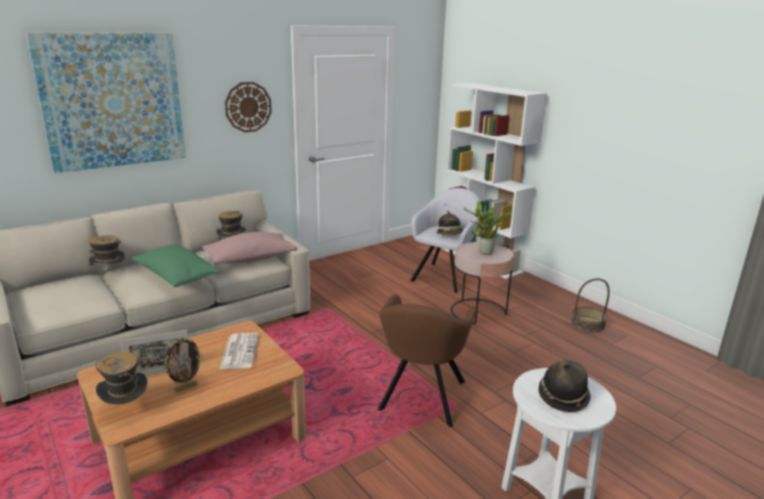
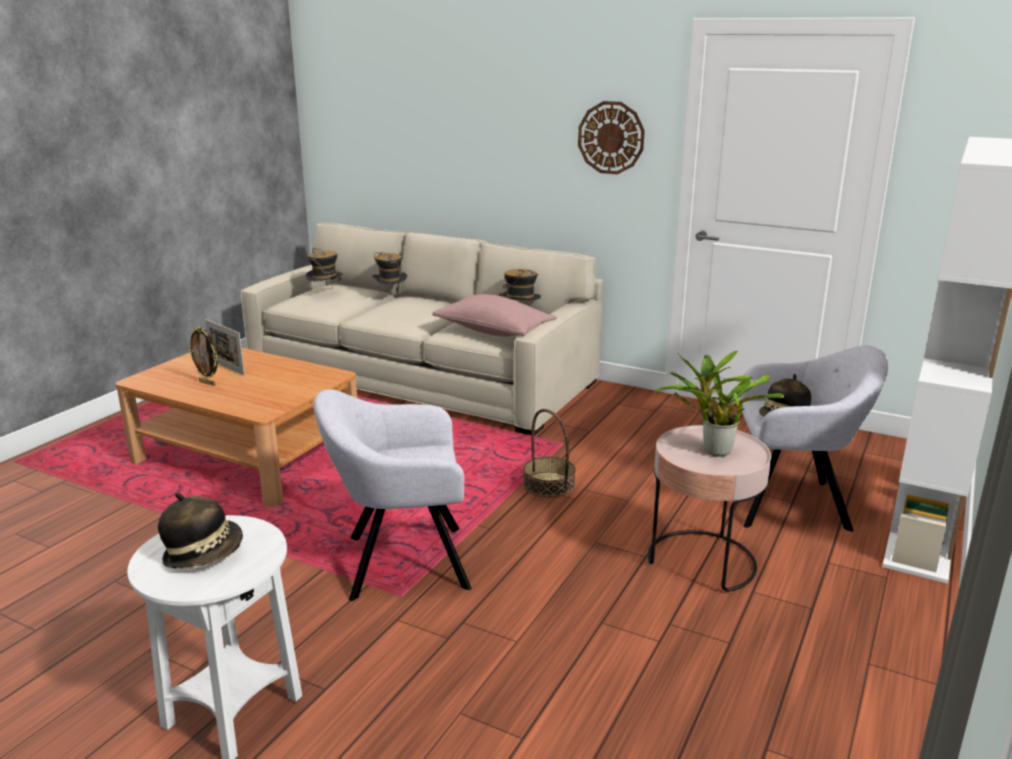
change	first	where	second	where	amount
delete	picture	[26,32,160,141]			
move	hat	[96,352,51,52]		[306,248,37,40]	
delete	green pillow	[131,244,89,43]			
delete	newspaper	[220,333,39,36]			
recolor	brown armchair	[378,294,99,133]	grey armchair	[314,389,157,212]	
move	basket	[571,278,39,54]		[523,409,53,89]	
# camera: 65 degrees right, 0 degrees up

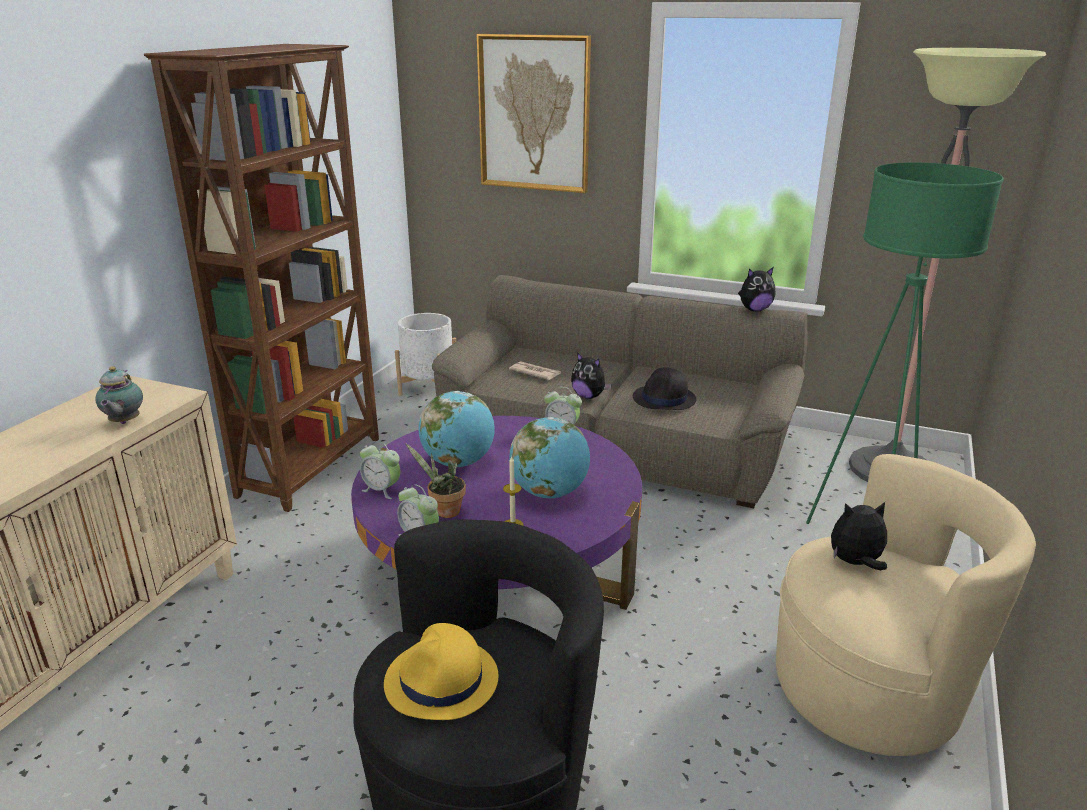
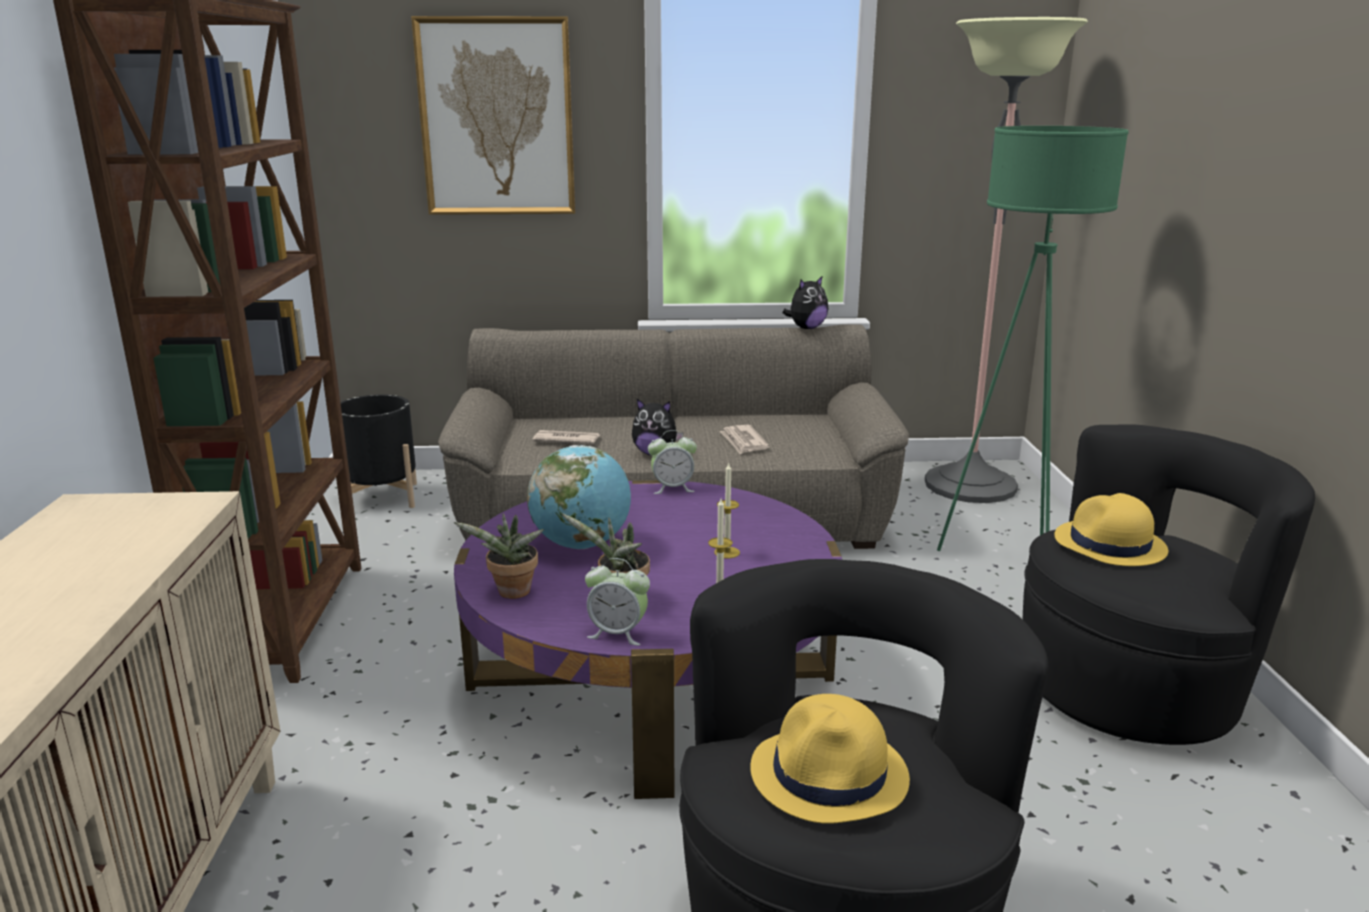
change	first	where	second	where	amount
delete	teapot	[95,366,48,58]			
replace	alarm clock	[360,441,40,58]	potted plant	[454,513,90,86]	
recolor	white planter	[395,313,61,83]	black planter	[340,394,77,114]	
replace	globe	[509,417,81,81]	candle	[714,463,26,96]	
replace	black hat	[633,367,63,43]	newspaper	[719,425,51,29]	
recolor	beige armchair	[776,454,260,302]	black armchair	[1023,424,292,321]	
replace	plush toy	[831,502,56,68]	yellow hat	[1054,493,114,73]	
# camera: 25 degrees left, 5 degrees down

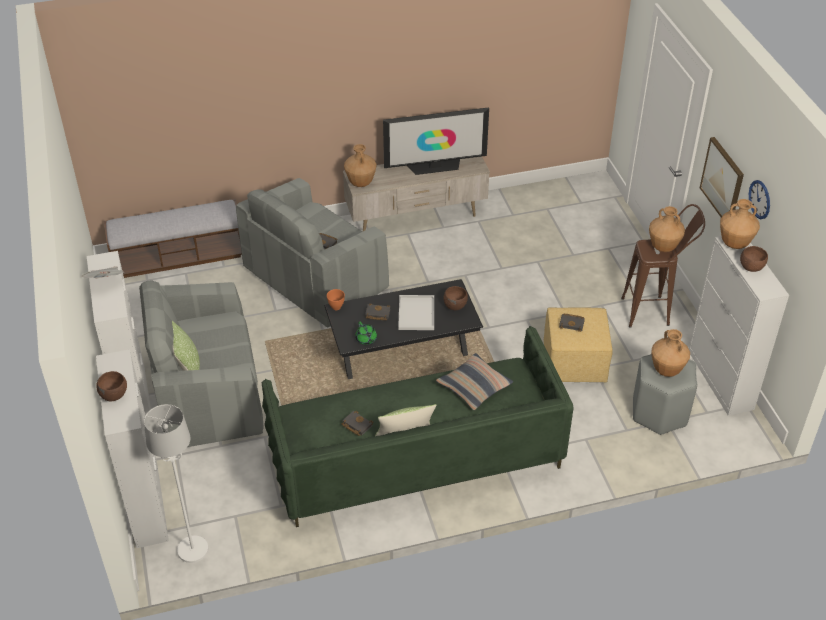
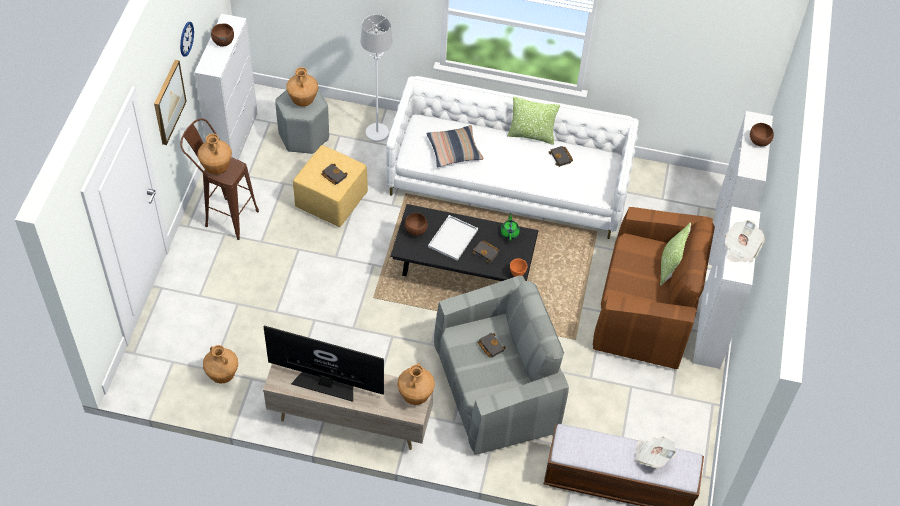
change	first	where	second	where	amount
recolor	grey armchair	[139,280,124,167]	brown armchair	[593,207,122,162]	
move	white floor lamp	[144,404,64,159]		[360,14,33,128]	
recolor	green sofa	[262,326,312,201]	white sofa	[386,76,253,163]	
move	brown vase	[720,199,40,50]		[203,345,35,39]	
insert			newspaper	[635,437,41,31]	
# camera: 155 degrees left, 10 degrees up

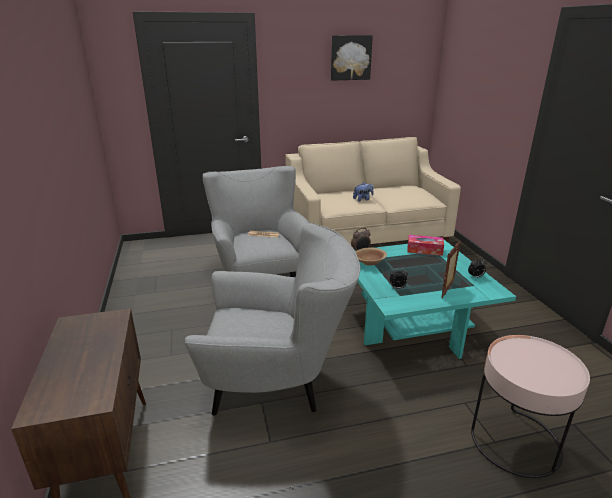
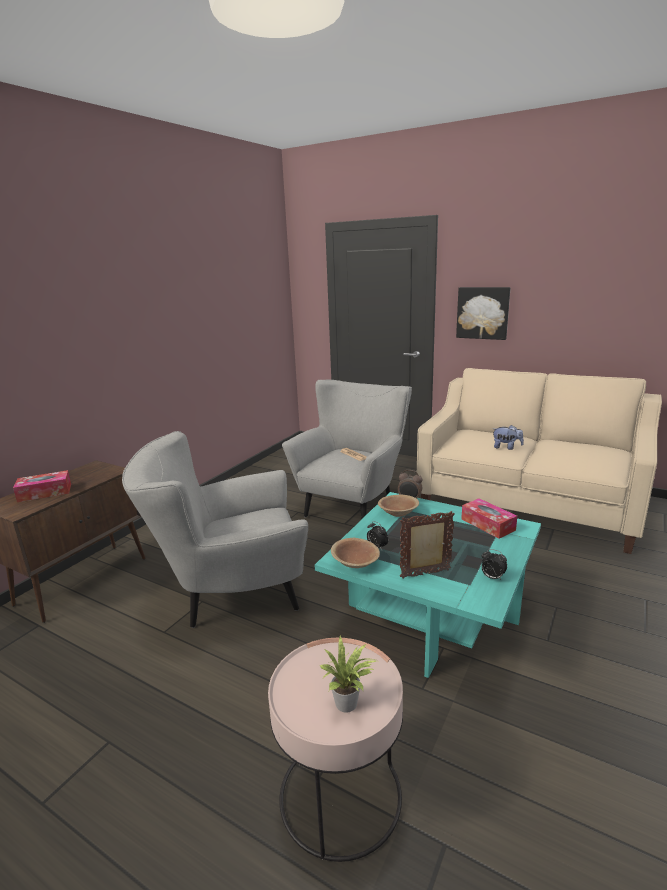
change	first	where	second	where	amount
rotate	grey armchair	[184,223,176,193]		[122,431,186,197]	120 degrees clockwise
move	picture	[331,35,42,46]		[456,287,55,53]	
insert			tissue box	[13,470,58,32]	
insert			potted plant	[320,636,56,77]	
insert			brown bowl	[331,538,49,30]	
# camera: 45 degrees right, 5 degrees down

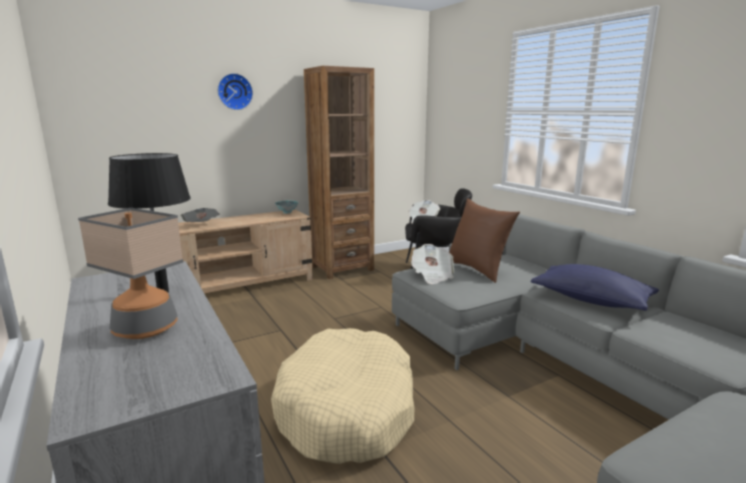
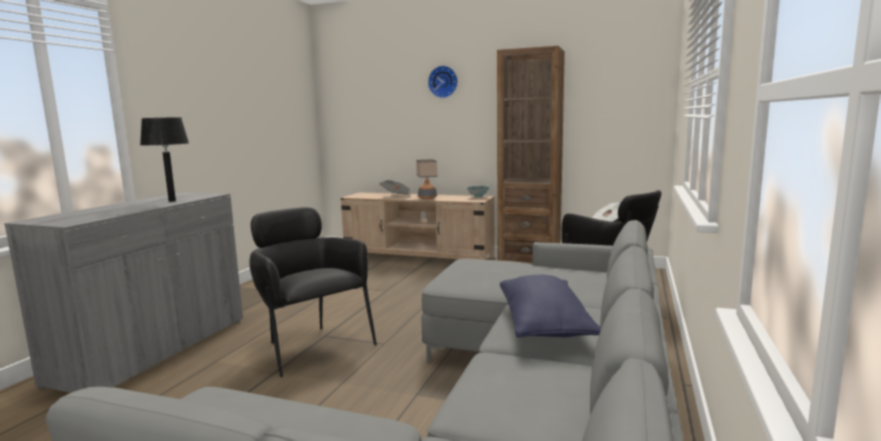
change	first	where	second	where	amount
move	table lamp	[78,208,105,131]		[416,159,21,40]	
replace	beige dog bed	[271,328,143,136]	black armchair	[249,207,128,170]	
delete	newspaper	[411,244,43,40]			
delete	brown pillow	[449,198,71,85]			
# camera: 50 degrees right, 5 degrees down

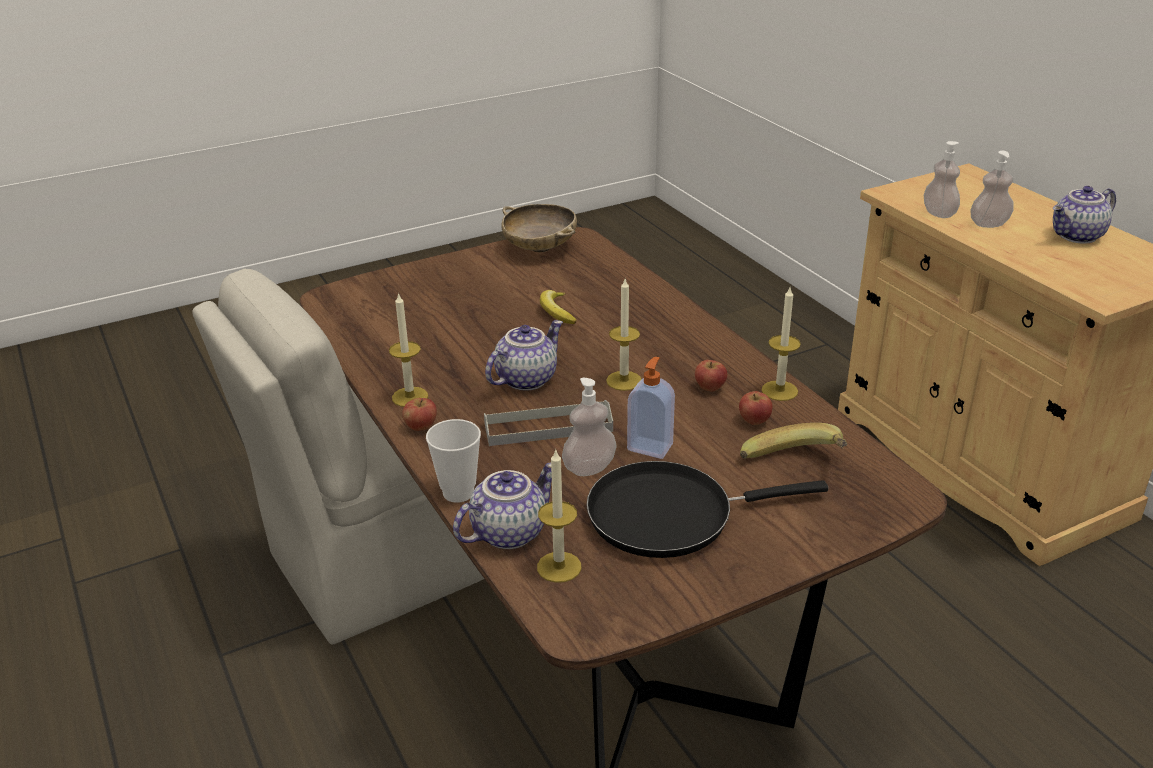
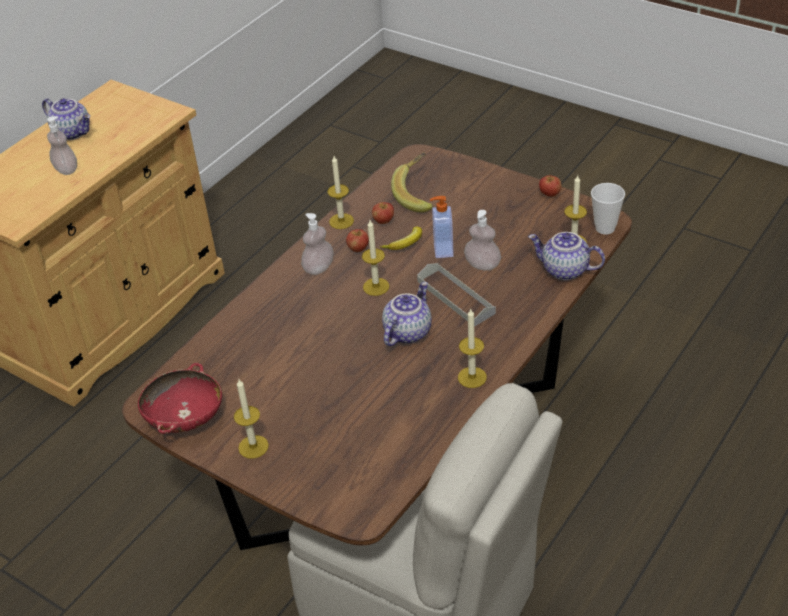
change	first	where	second	where	amount
move	apple	[402,398,35,33]		[539,174,23,23]	
move	cup	[426,419,55,84]		[591,183,34,52]	
rotate	teapot	[485,320,78,70]		[382,282,50,64]	105 degrees clockwise
recolor	beige bowl	[501,204,76,48]	red bowl	[138,363,84,71]	
move	banana	[540,290,37,34]		[380,227,42,23]	
delete	black frying pan	[586,461,242,97]			
move	soap dispenser	[924,141,36,77]		[301,213,33,62]	
insert			candle	[234,379,35,80]	
# camera: 115 degrees left, 10 degrees up

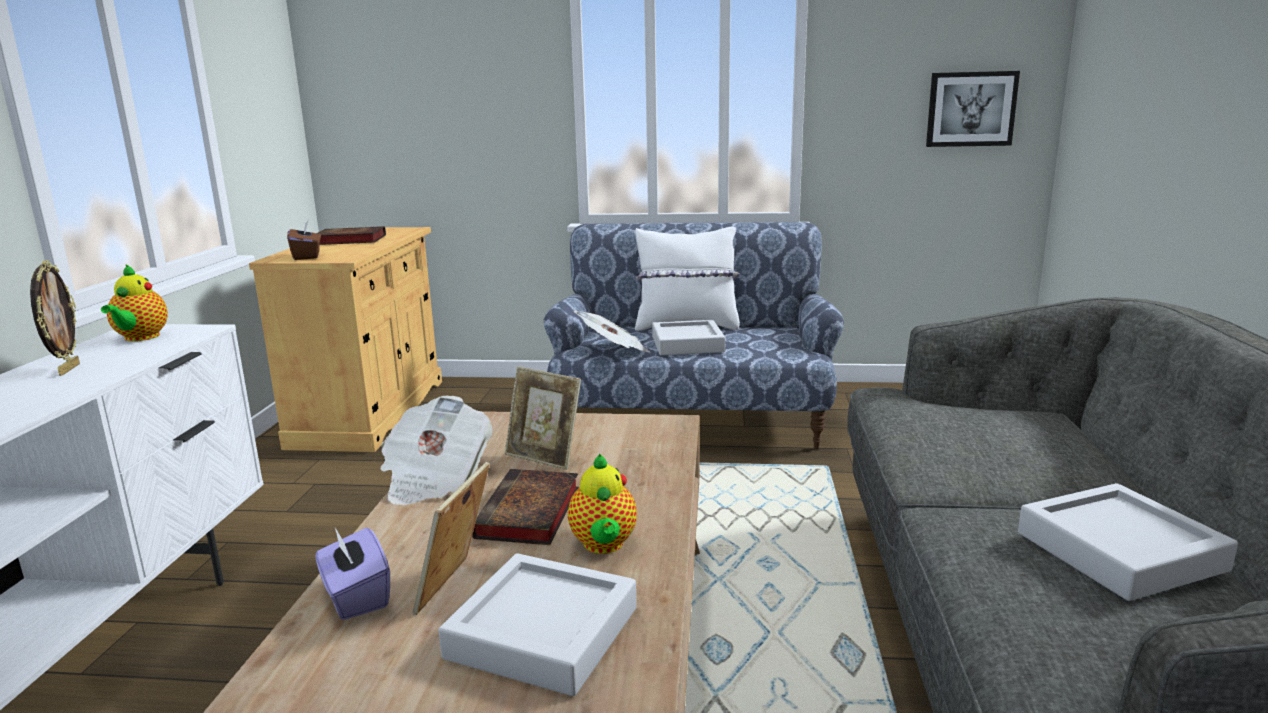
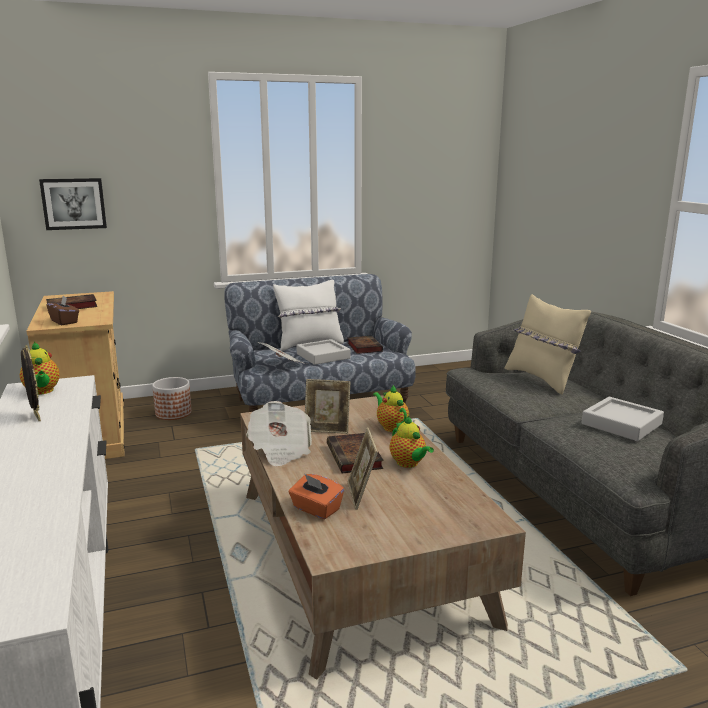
change	first	where	second	where	amount
recolor	purple tissue box	[316,528,74,92]	orange tissue box	[289,474,55,45]	
delete	grey tray	[438,553,199,143]			
move	picture	[926,71,94,76]		[39,178,68,52]	
insert			planter	[152,377,40,43]	
insert			book	[348,336,35,18]	
insert			teapot	[373,385,36,47]	
insert			beige pillow	[505,294,86,100]	
# camera: 25 degrees left, 0 degrees up

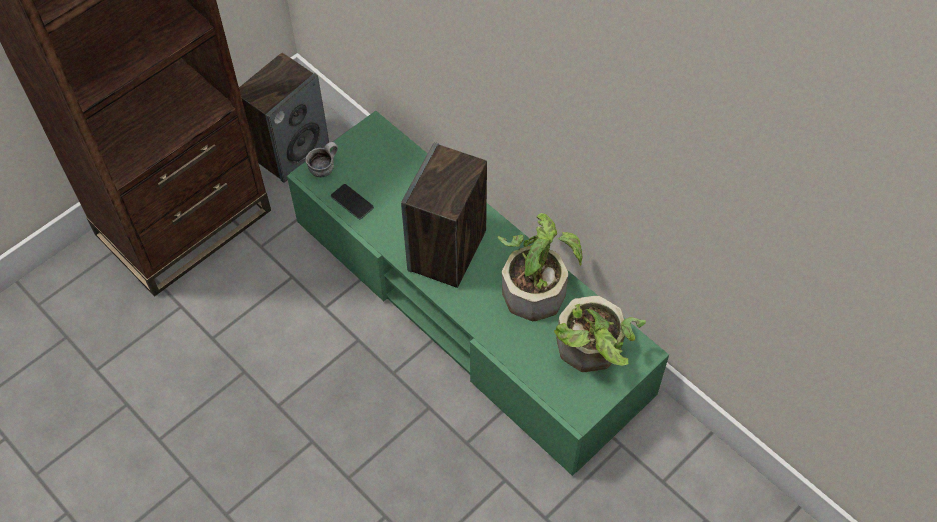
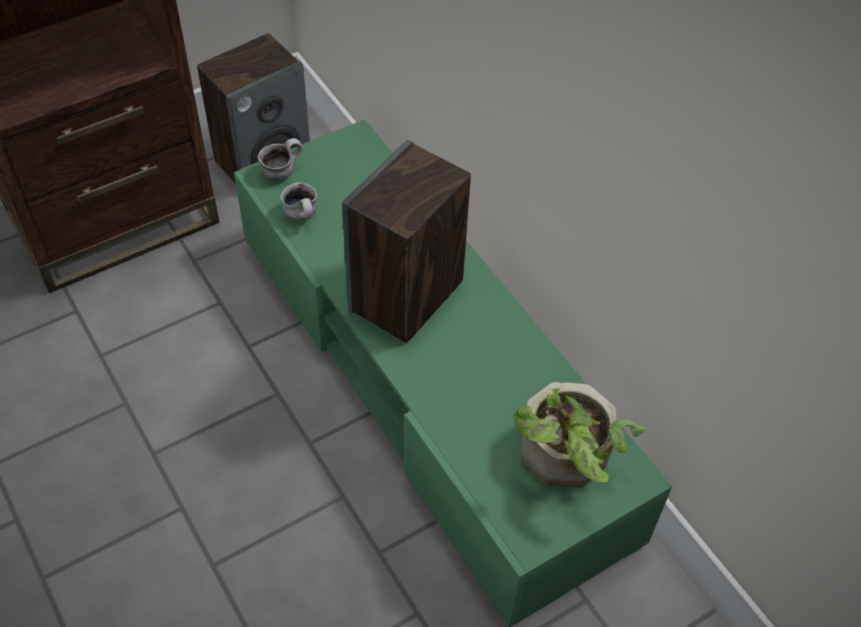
change	first	where	second	where	amount
replace	phone	[331,184,43,35]	mug	[281,182,36,39]	
delete	potted plant	[497,213,85,108]			
# camera: 10 degrees right, 5 degrees down

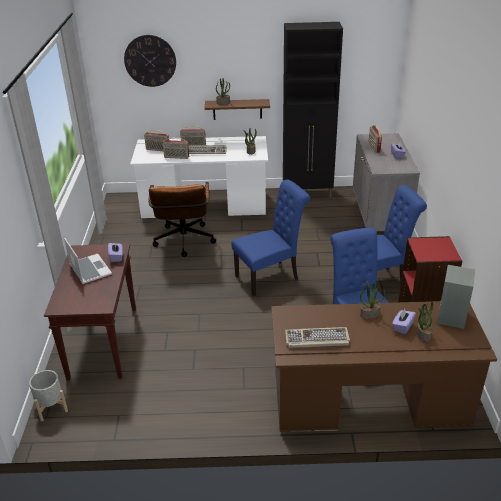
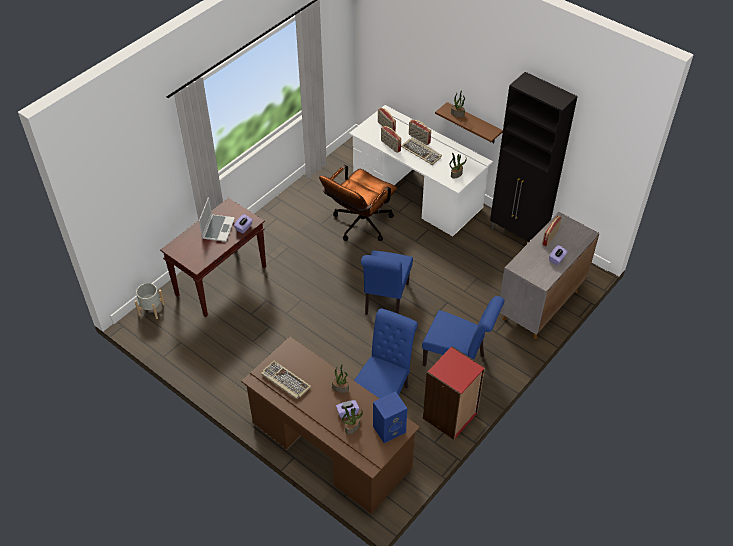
change	first	where	second	where	amount
delete	wall clock	[124,35,52,52]			
rotate	blue chair	[231,179,79,117]		[361,250,52,65]	90 degrees clockwise
recolor	grey speaker	[437,265,38,64]	blue speaker	[373,391,34,52]	
# camera: 40 degrees right, 15 degrees up

